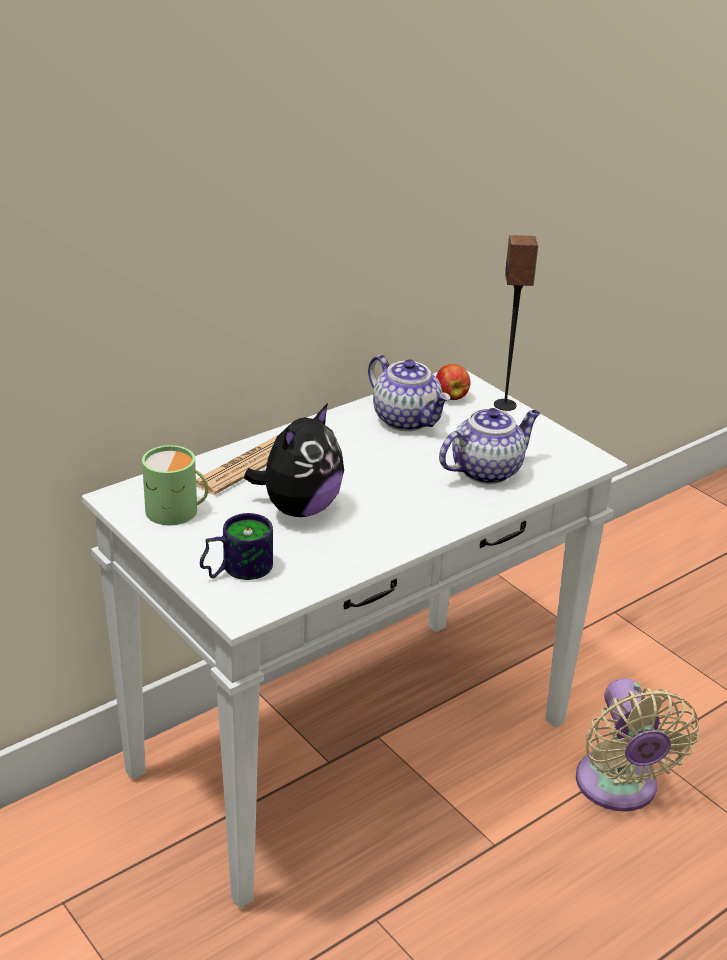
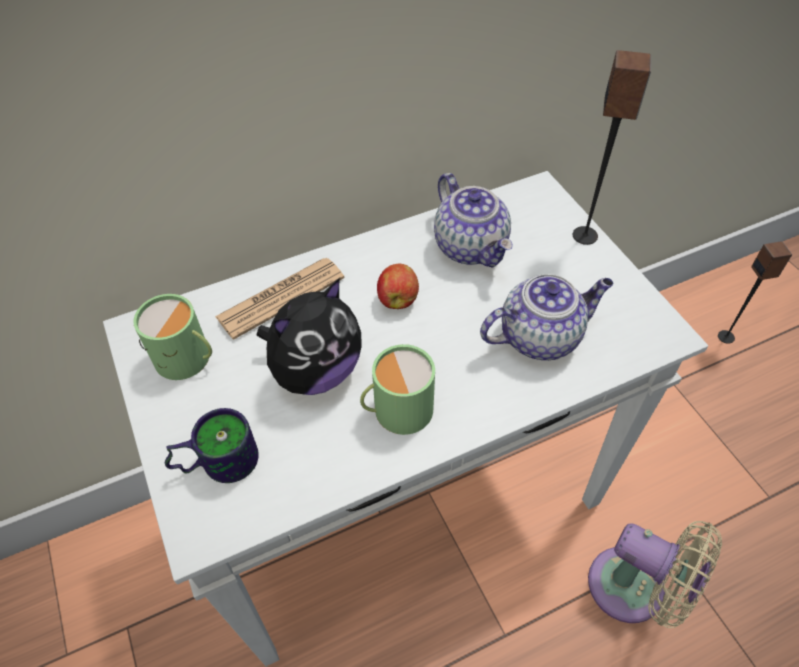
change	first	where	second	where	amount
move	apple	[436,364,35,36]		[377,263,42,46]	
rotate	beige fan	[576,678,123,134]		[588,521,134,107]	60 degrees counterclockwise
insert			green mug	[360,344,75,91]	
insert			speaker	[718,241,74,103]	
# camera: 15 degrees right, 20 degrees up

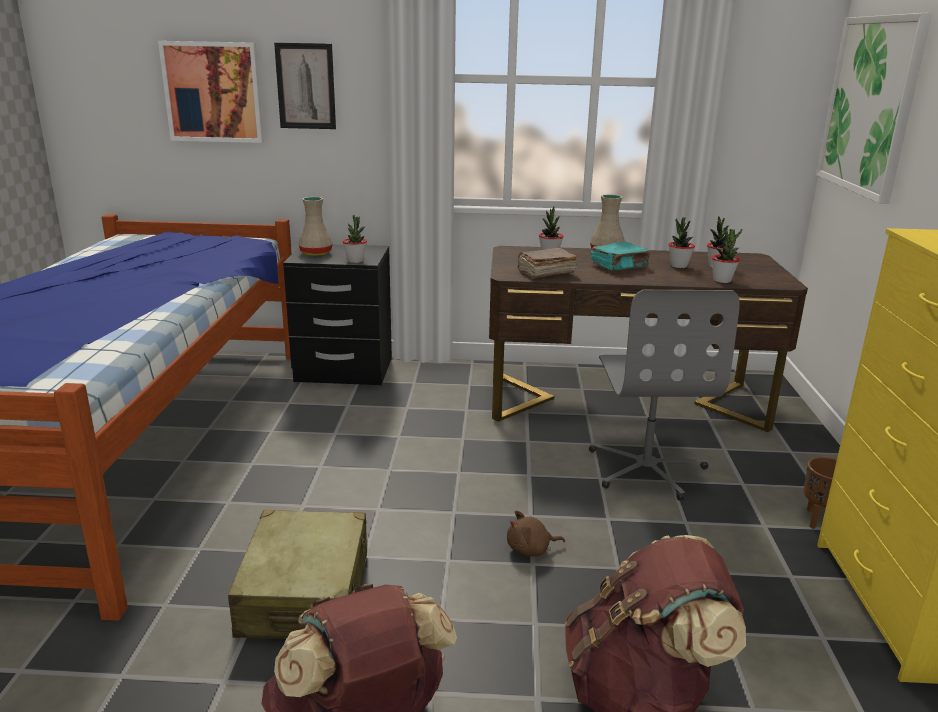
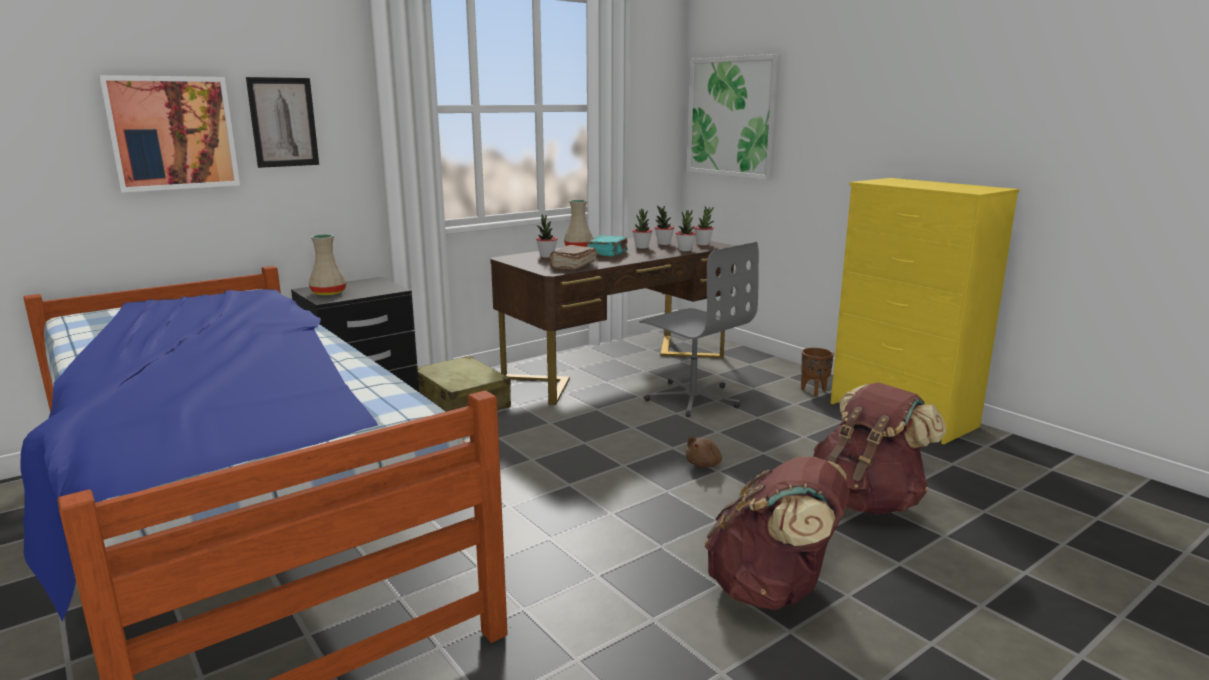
change	first	where	second	where	amount
move	beige suitcase	[228,510,139,129]		[418,356,93,56]	
move	potted plant	[342,215,25,48]		[694,206,20,39]	
# camera: 40 degrees left, 5 degrees down

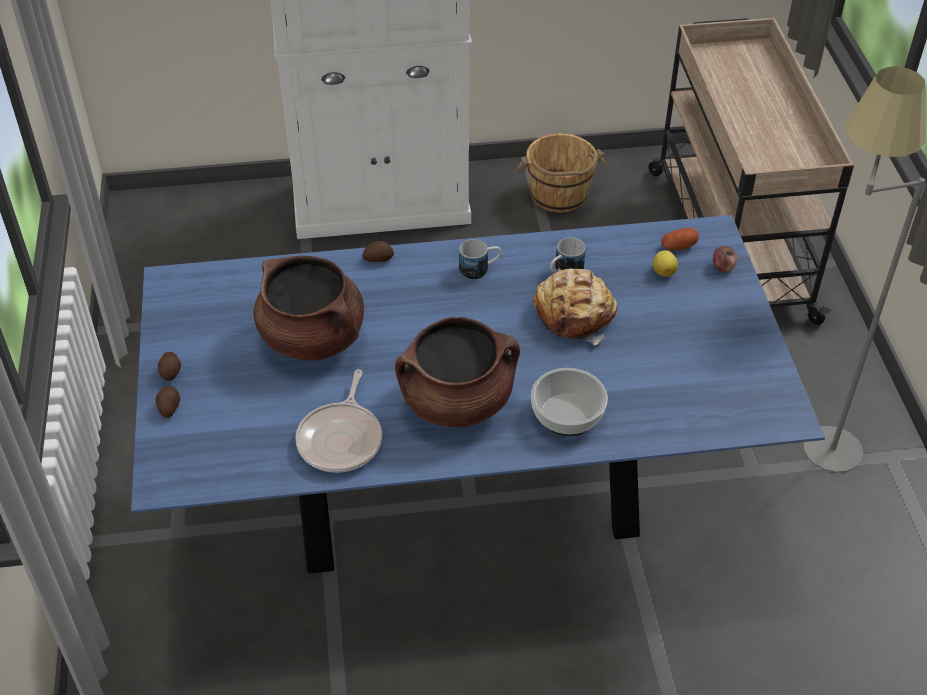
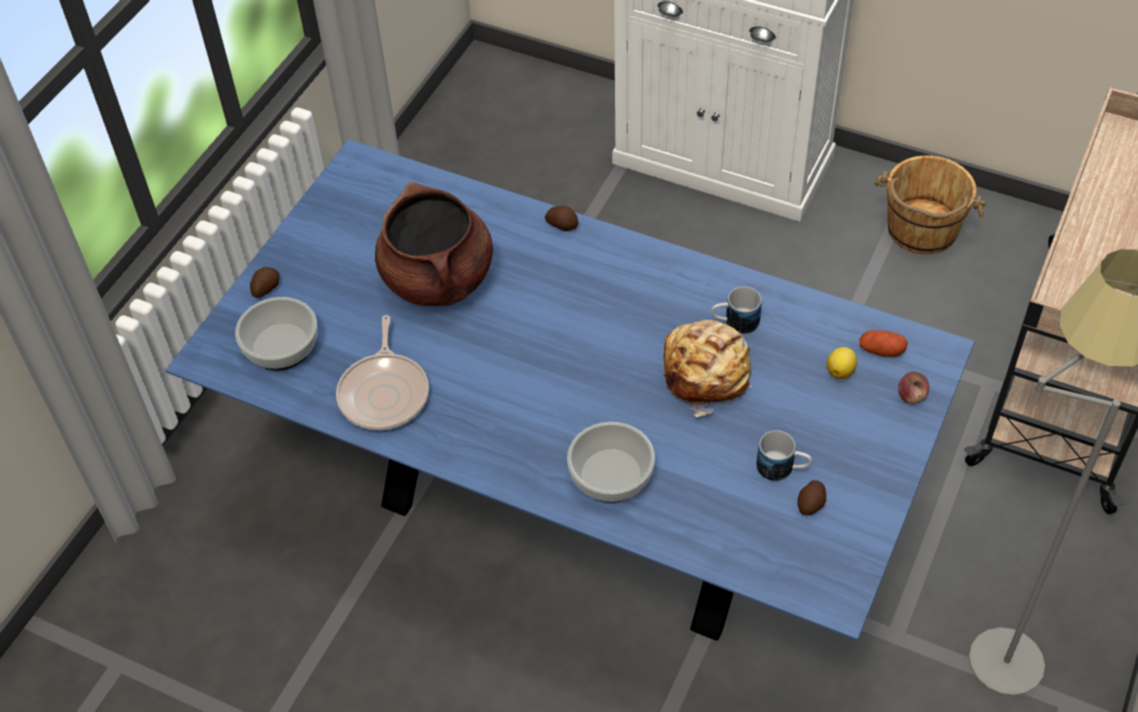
change	first	where	second	where	amount
move	potato	[158,352,23,29]		[797,480,29,36]	
rotate	frying pan	[296,369,86,104]		[336,315,93,115]	45 degrees counterclockwise
delete	brown cooking pot	[395,317,125,110]			
move	mug	[459,239,42,41]		[756,430,56,51]	
insert			bowl	[235,297,83,74]	
# camera: 35 degrees right, 5 degrees up

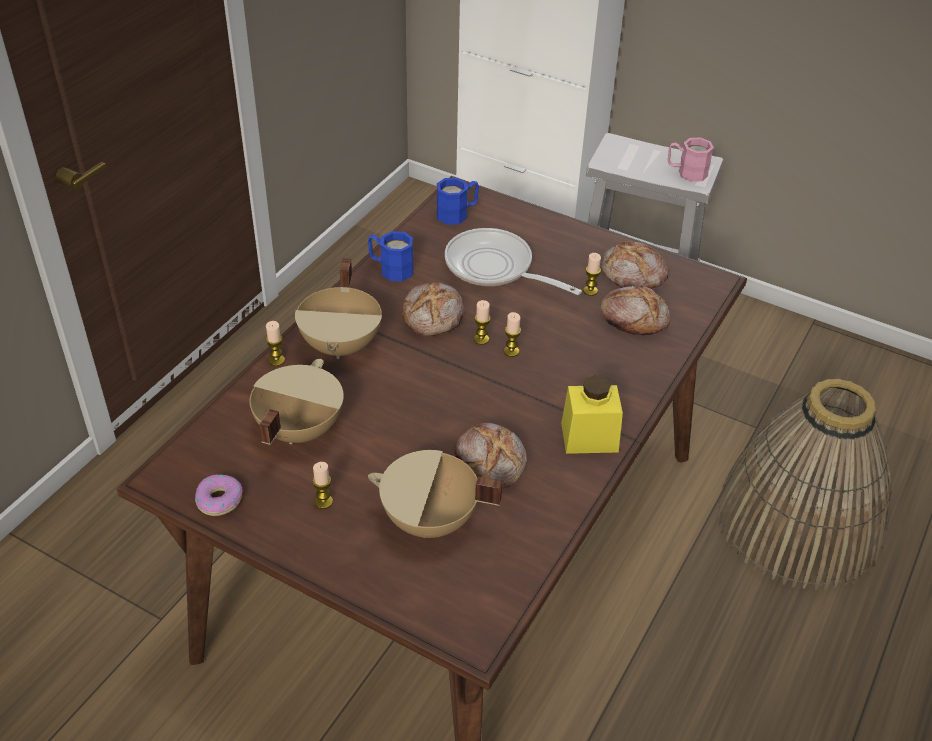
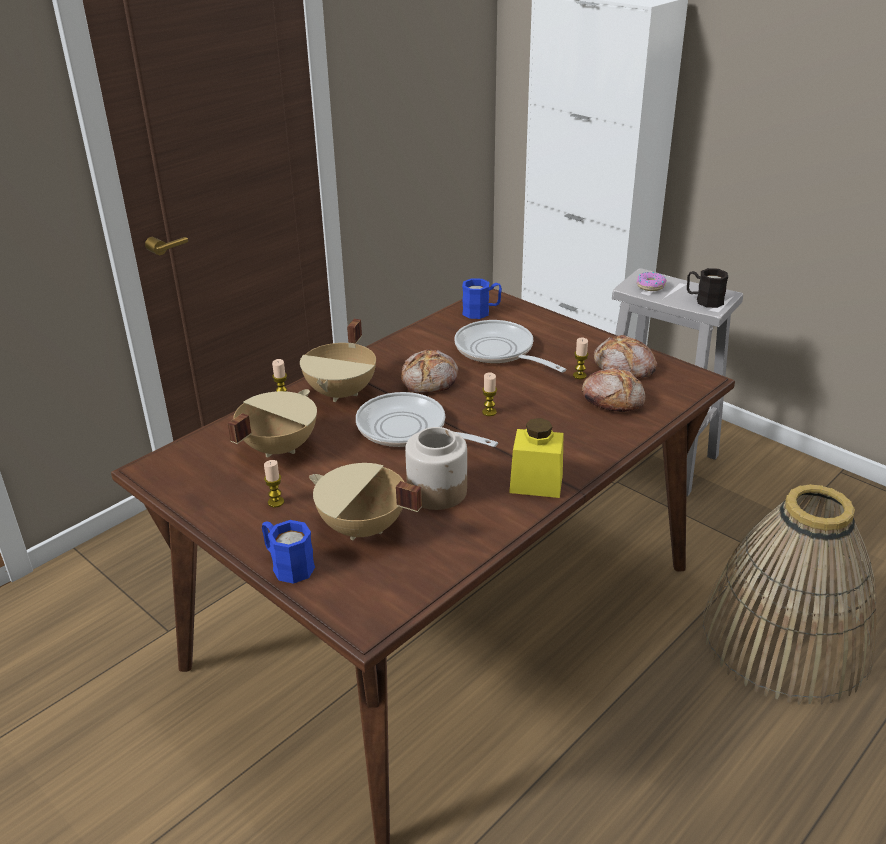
change	first	where	second	where	amount
move	donut	[195,474,47,42]		[637,272,30,19]	
move	blue mug	[368,231,46,50]		[262,520,53,64]	
replace	bread	[455,423,72,66]	jar	[405,427,62,83]	
delete	candle	[474,300,17,45]			
recolor	pink mug	[668,137,46,45]	black mug	[687,268,41,40]	
insert			frying pan	[356,392,142,55]	
# camera: 15 degrees right, 10 degrees down

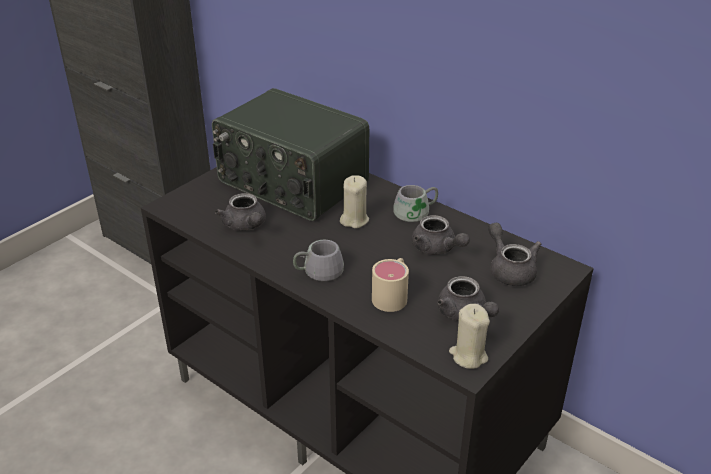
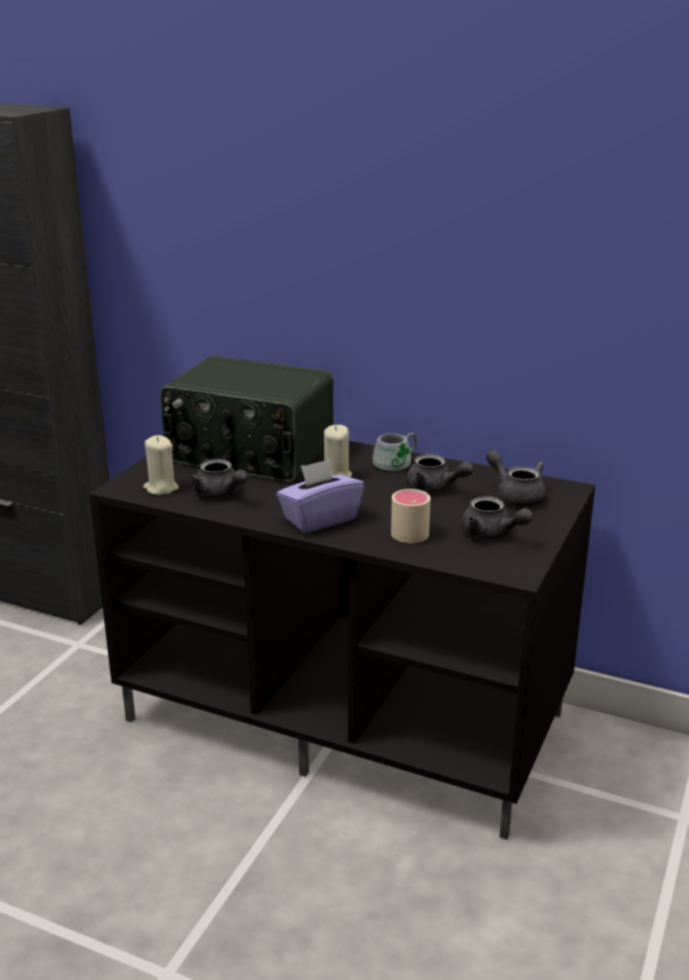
change	first	where	second	where	amount
replace	grey mug	[293,240,51,41]	purple tissue box	[277,459,88,74]	
move	beige candle	[449,304,41,65]		[143,435,36,60]	
# camera: 15 degrees left, 10 degrees down

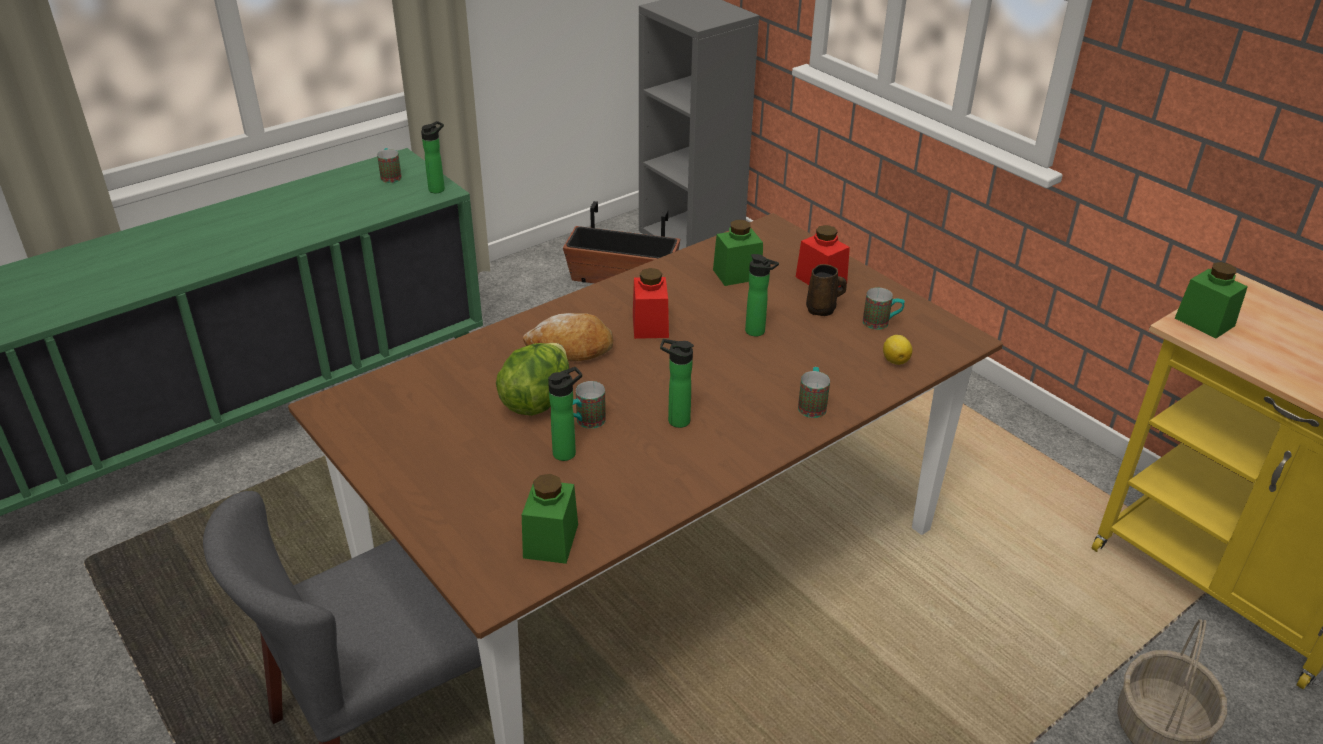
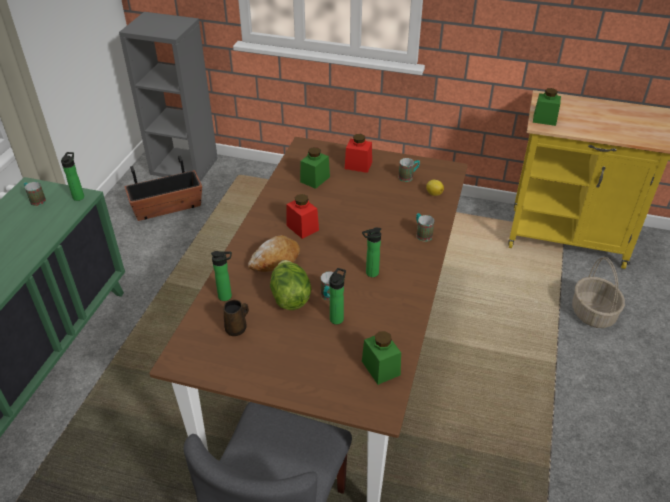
change	first	where	second	where	amount
move	bottle	[745,254,34,82]		[211,251,21,50]	
move	brown mug	[806,264,41,52]		[223,299,26,37]	
# camera: 35 degrees left, 5 degrees up

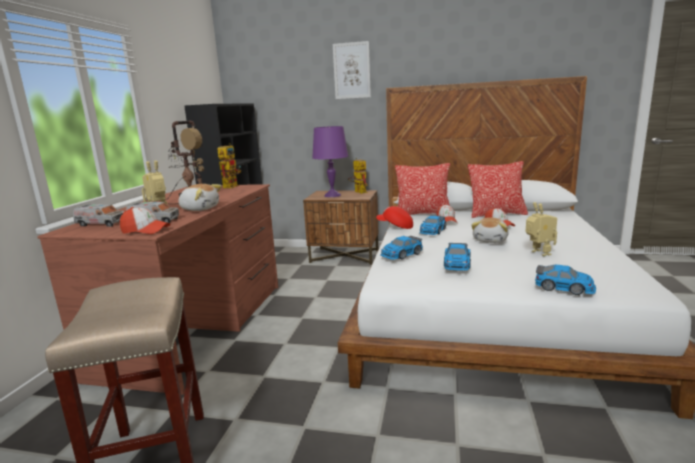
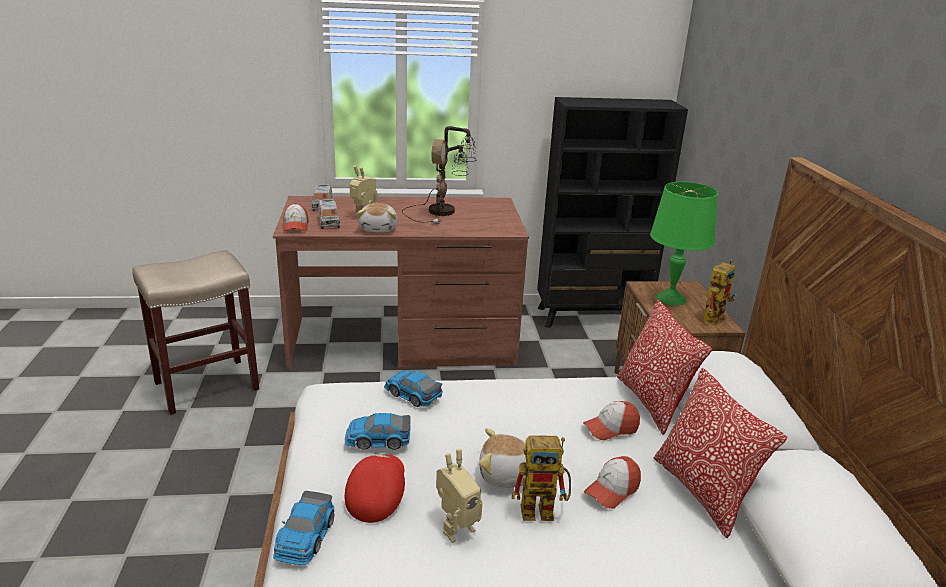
change	first	where	second	where	amount
move	toy robot	[217,143,24,45]		[512,435,59,86]	
recolor	purple table lamp	[312,126,36,71]	green table lamp	[650,182,68,124]	
delete	picture	[333,41,38,58]			
move	red cap	[376,206,37,23]		[344,454,61,69]	
delete	toy car	[419,216,27,19]			
# camera: 70 degrees right, 10 degrees up

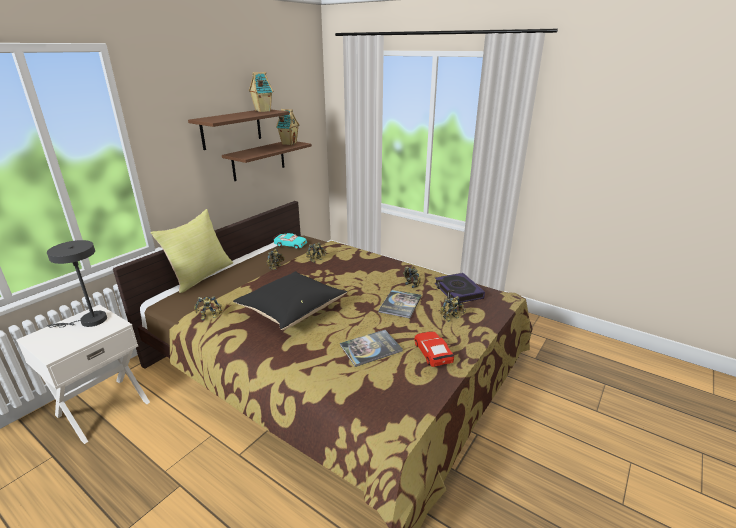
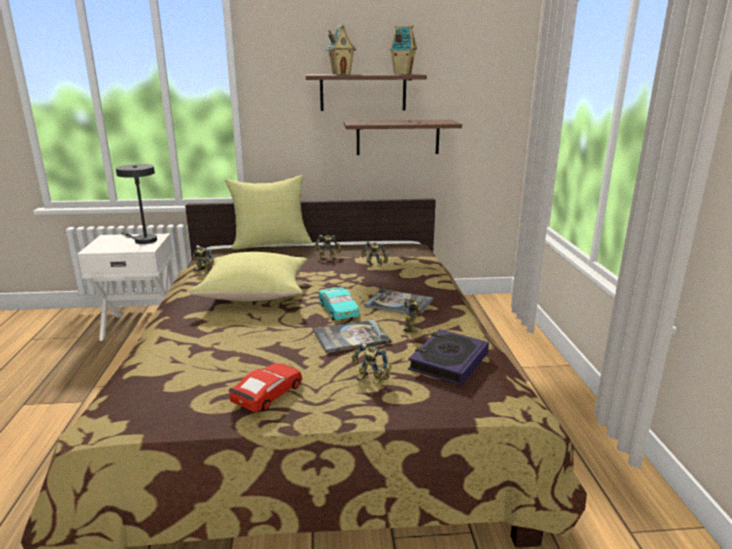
change	first	where	second	where	amount
recolor	black pillow	[233,271,114,59]	yellow pillow	[189,252,118,49]	
move	turquoise toy car	[274,233,33,16]		[319,286,40,34]	
move	toy house	[276,109,24,36]		[326,25,30,50]	
move	book	[340,330,62,37]		[364,289,69,25]	
# camera: 50 degrees right, 5 degrees down

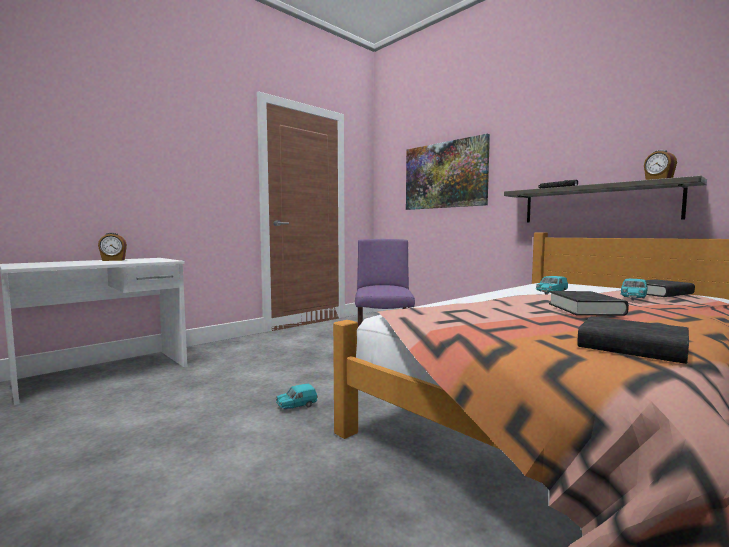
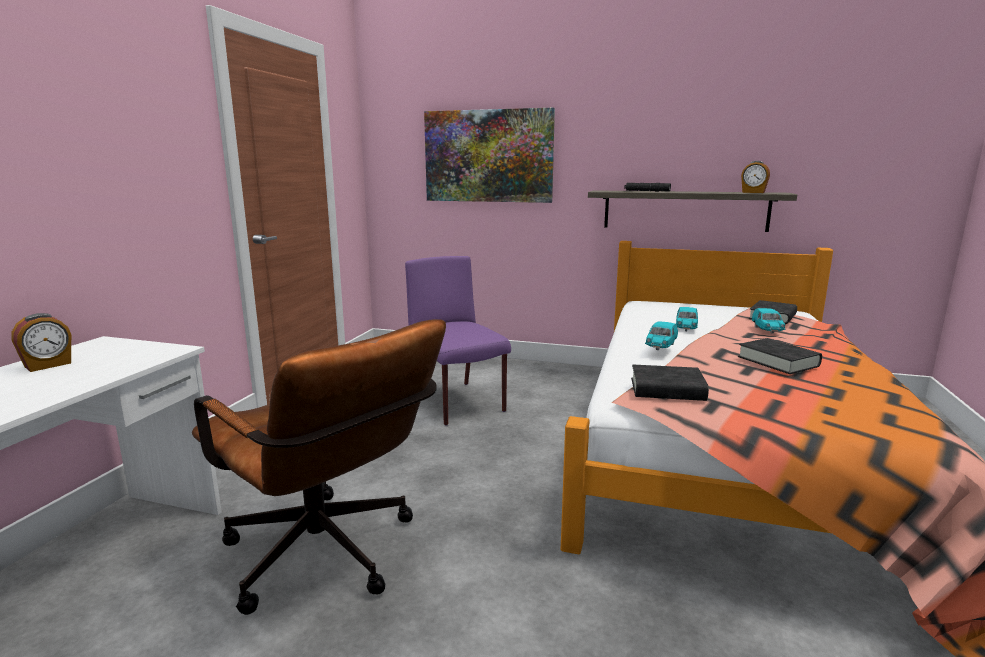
change	first	where	second	where	amount
move	turquoise toy car	[276,384,42,25]		[645,322,33,28]	
move	black book	[577,316,112,48]		[631,365,78,36]	
insert			brown office chair	[192,319,254,296]	
# camera: 30 degrees left, 10 degrees up

